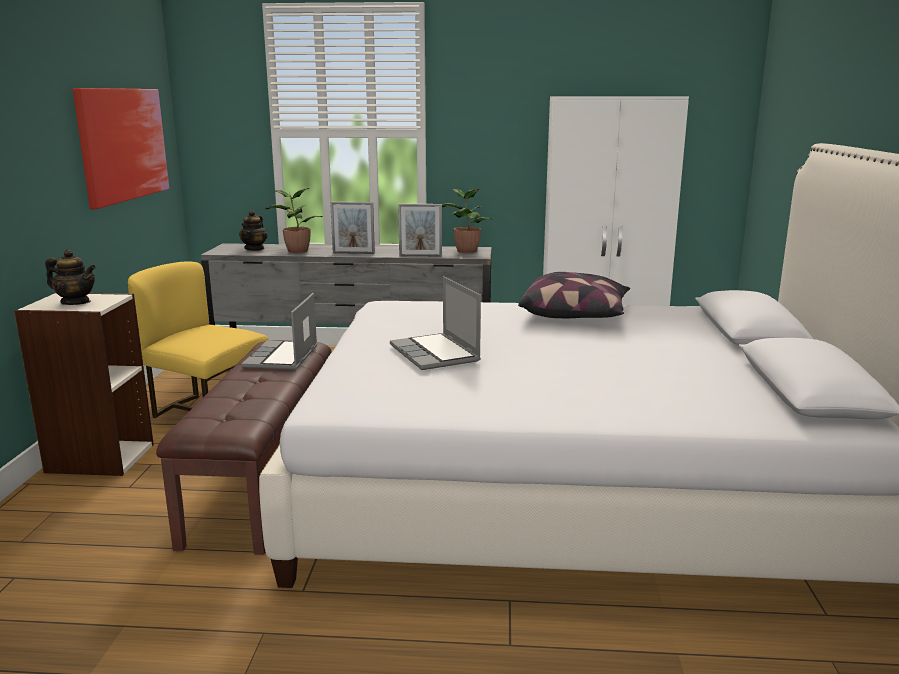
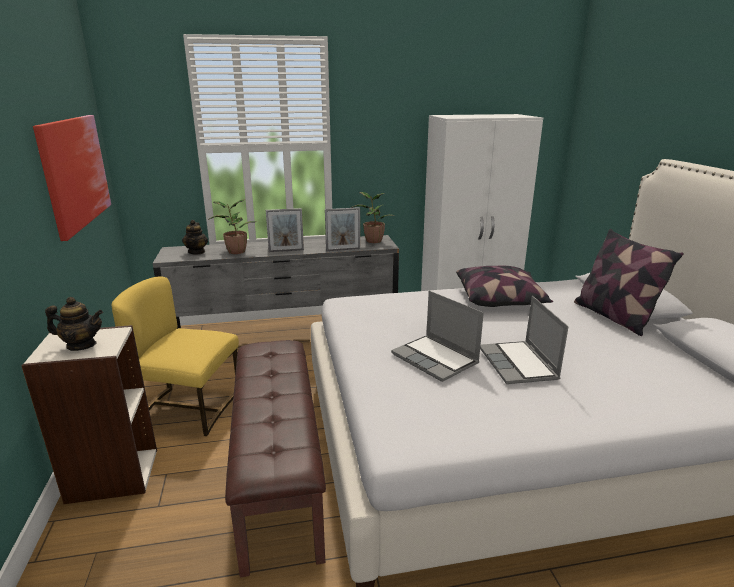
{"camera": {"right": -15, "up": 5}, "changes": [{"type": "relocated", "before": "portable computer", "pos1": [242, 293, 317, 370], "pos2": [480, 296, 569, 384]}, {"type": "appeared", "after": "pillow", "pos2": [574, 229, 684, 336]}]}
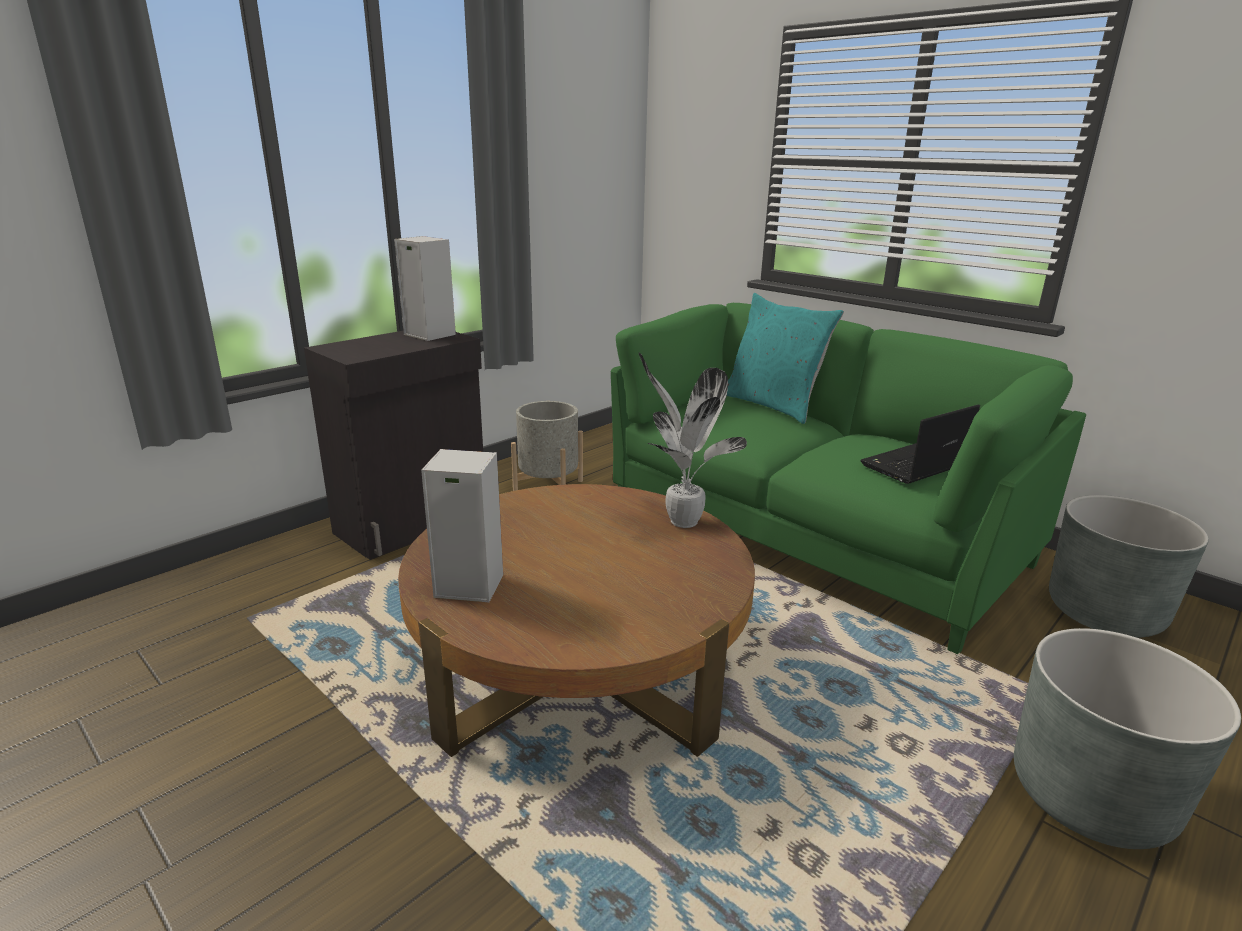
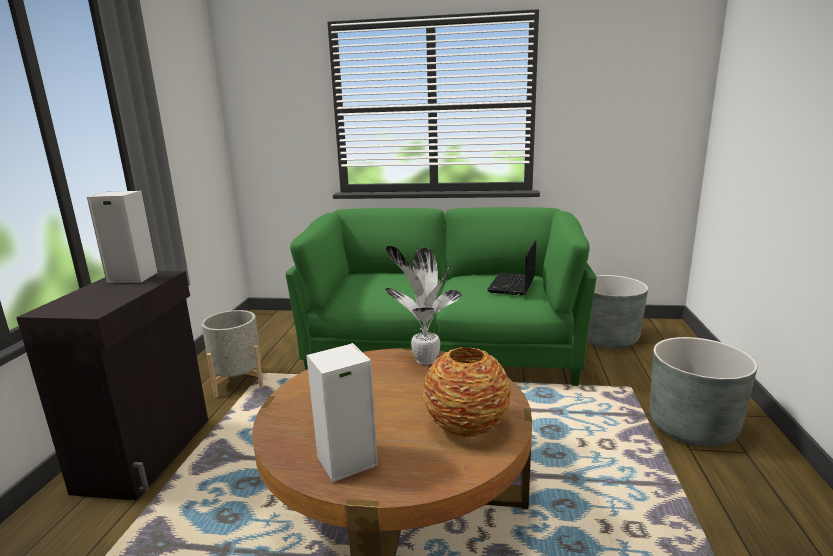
{"camera": {"right": -35, "up": -5}, "changes": [{"type": "missing", "before": "pillow/blue-green", "pos1": [727, 293, 844, 424]}, {"type": "appeared", "after": "flower vase", "pos2": [423, 347, 511, 437]}]}
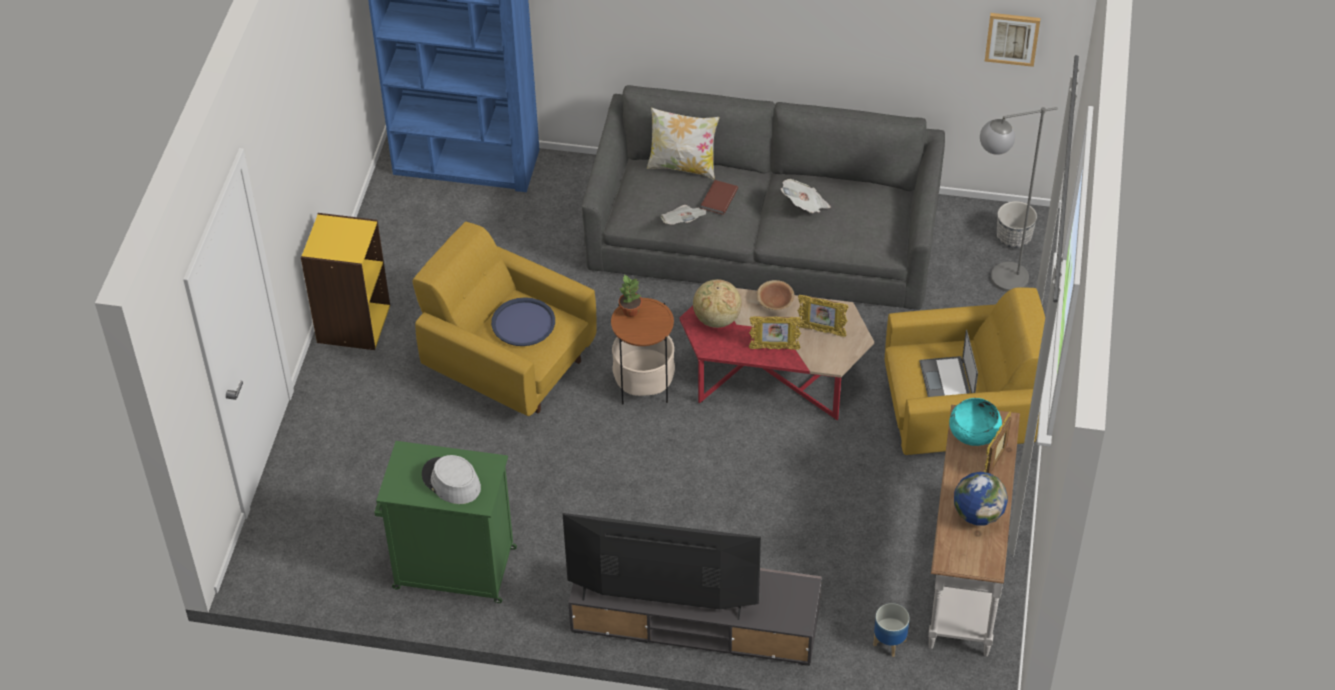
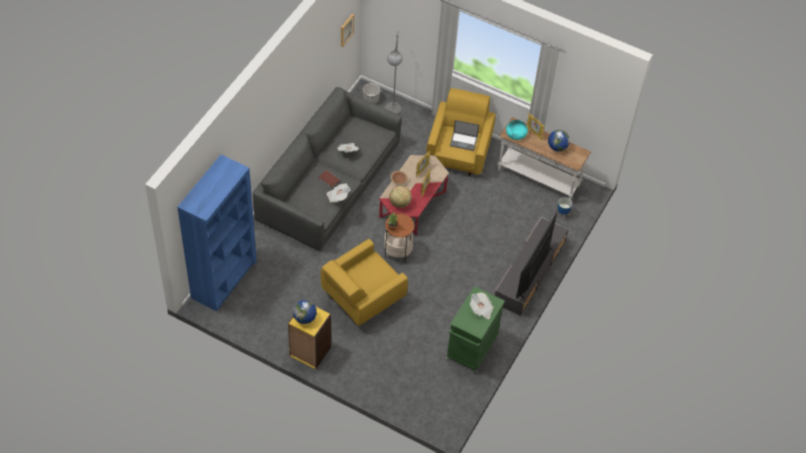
{"camera": {"right": -75, "up": 5}, "changes": [{"type": "exchanged", "before": "wearable hat/gray", "after": "printed paper", "pos1": [422, 455, 481, 504], "pos2": [470, 292, 494, 319]}, {"type": "missing", "before": "tray/bluish", "pos1": [491, 297, 555, 346]}, {"type": "missing", "before": "pillow", "pos1": [647, 108, 720, 180]}, {"type": "appeared", "after": "desk globe", "pos2": [293, 300, 317, 324]}]}
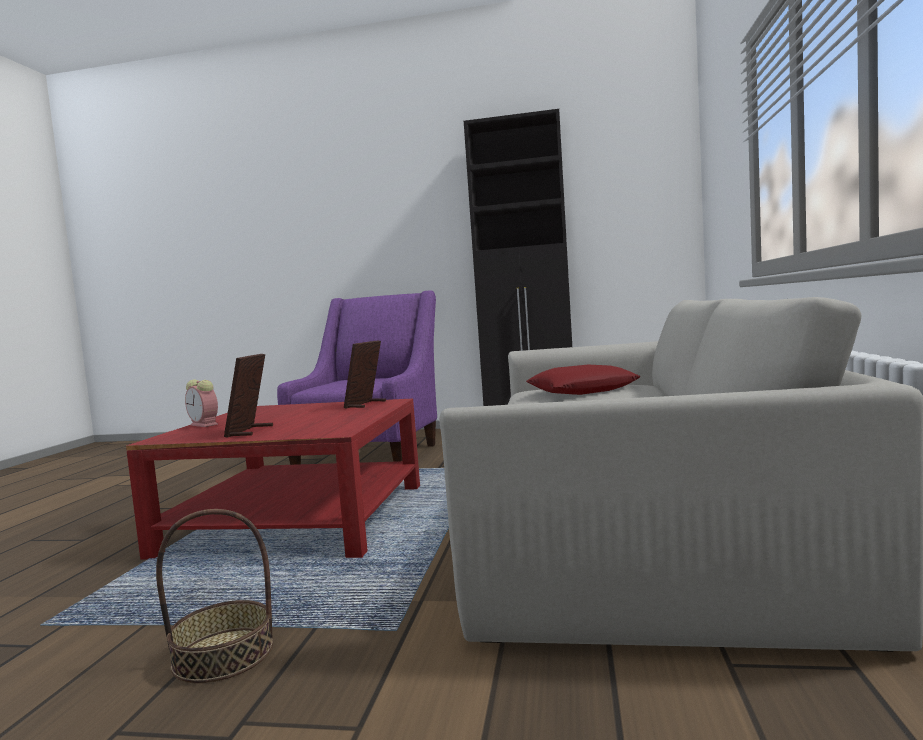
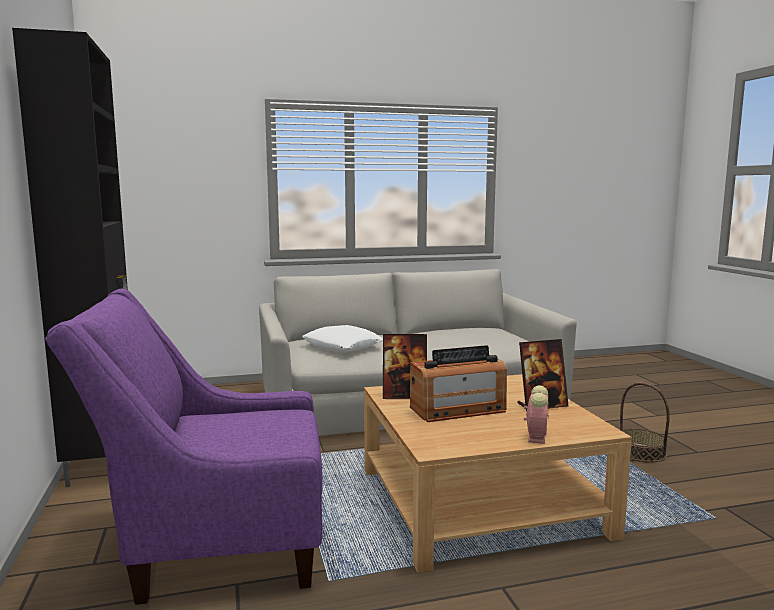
{"camera": {"right": -115, "up": 5}, "changes": [{"type": "colour", "before": "low table/reddish", "after": "low table/sand-coloured", "pos1": [126, 398, 420, 559], "pos2": [364, 374, 632, 573]}, {"type": "colour", "before": "pillow/reddish", "after": "pillow/whitish", "pos1": [526, 365, 641, 395], "pos2": [302, 325, 383, 352]}, {"type": "appeared", "after": "radio set", "pos2": [410, 345, 507, 422]}]}
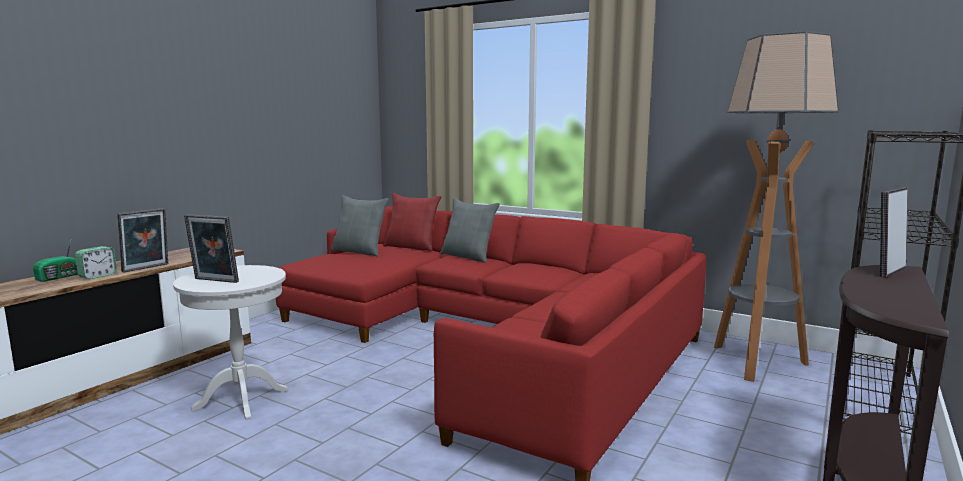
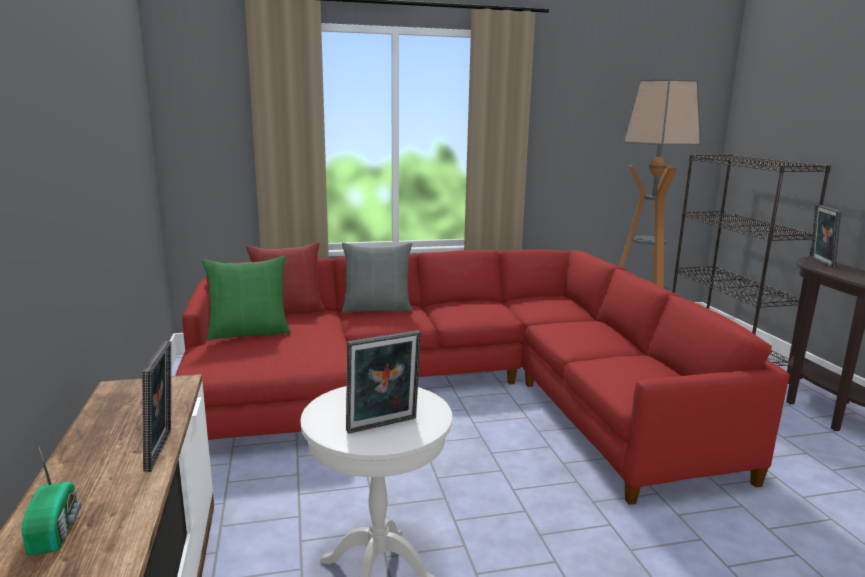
{"camera": {"right": -45, "up": 5}, "changes": [{"type": "missing", "before": "bedside clock", "pos1": [75, 246, 117, 279]}, {"type": "colour", "before": "pillow/gray", "after": "pillow/green-coloured", "pos1": [331, 195, 389, 256], "pos2": [202, 256, 291, 341]}]}
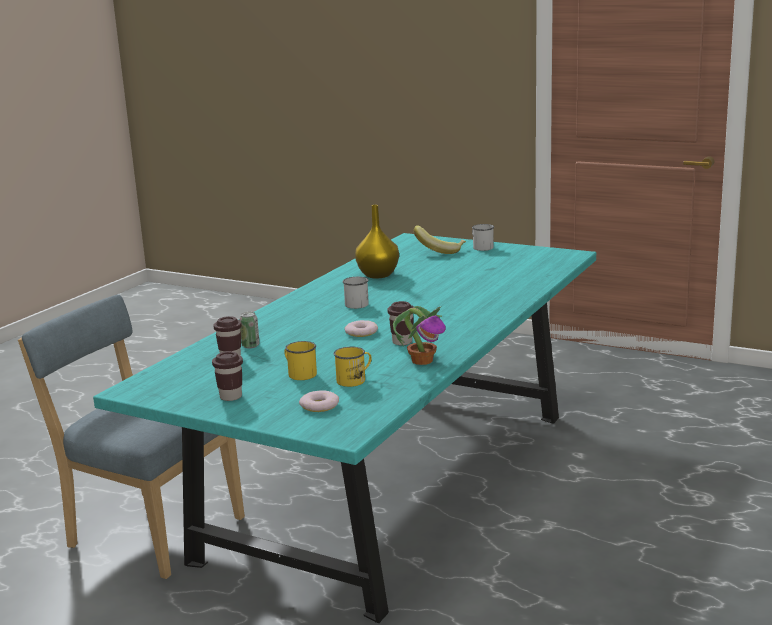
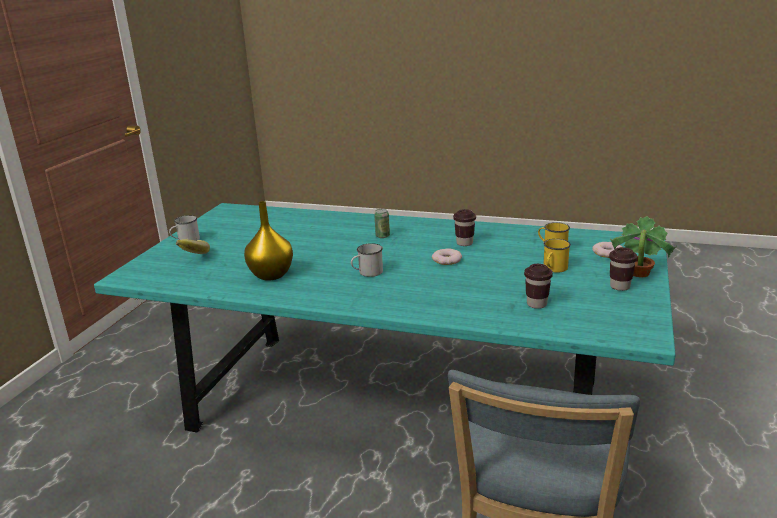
{"camera": {"right": -100, "up": 5}, "changes": [{"type": "relocated", "before": "can", "pos1": [239, 312, 260, 349], "pos2": [374, 209, 390, 238]}, {"type": "relocated", "before": "plant in a pot", "pos1": [393, 306, 446, 365], "pos2": [610, 216, 677, 277]}]}
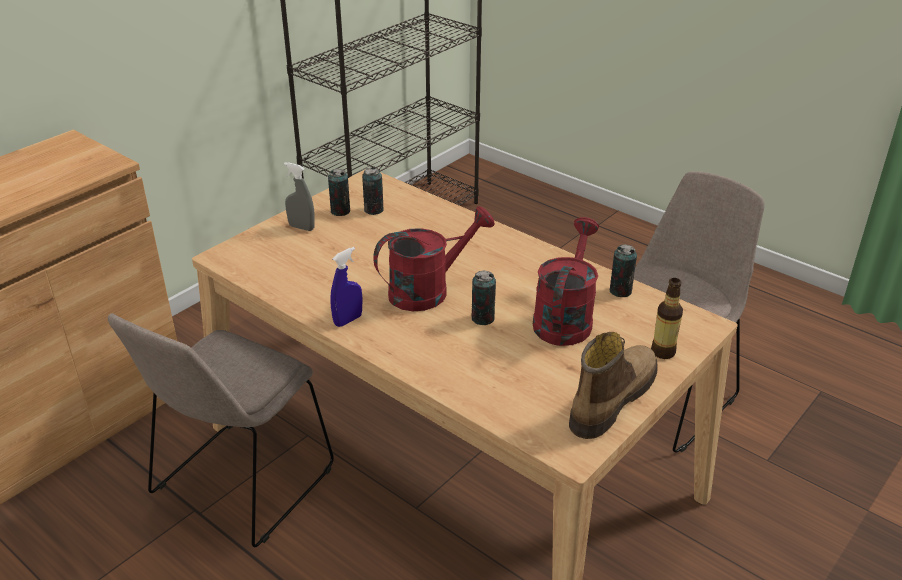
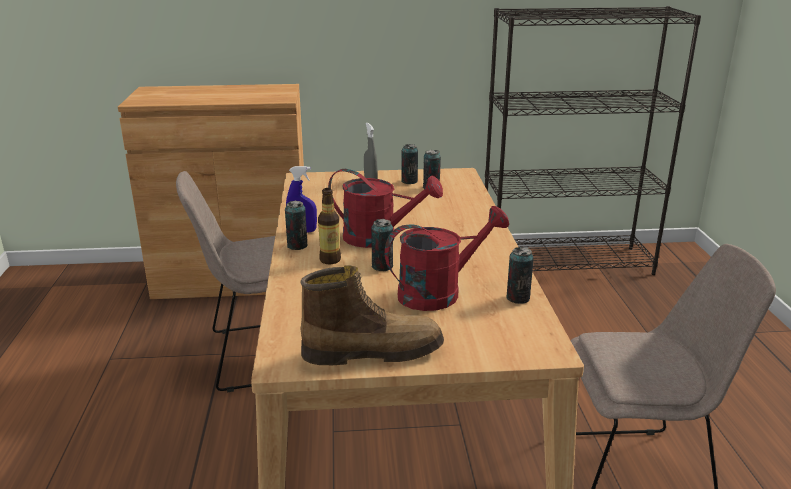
{"camera": {"right": 45, "up": -10}, "changes": [{"type": "relocated", "before": "beverage bottle", "pos1": [651, 278, 683, 359], "pos2": [318, 188, 341, 264]}, {"type": "appeared", "after": "can", "pos2": [285, 201, 308, 250]}]}
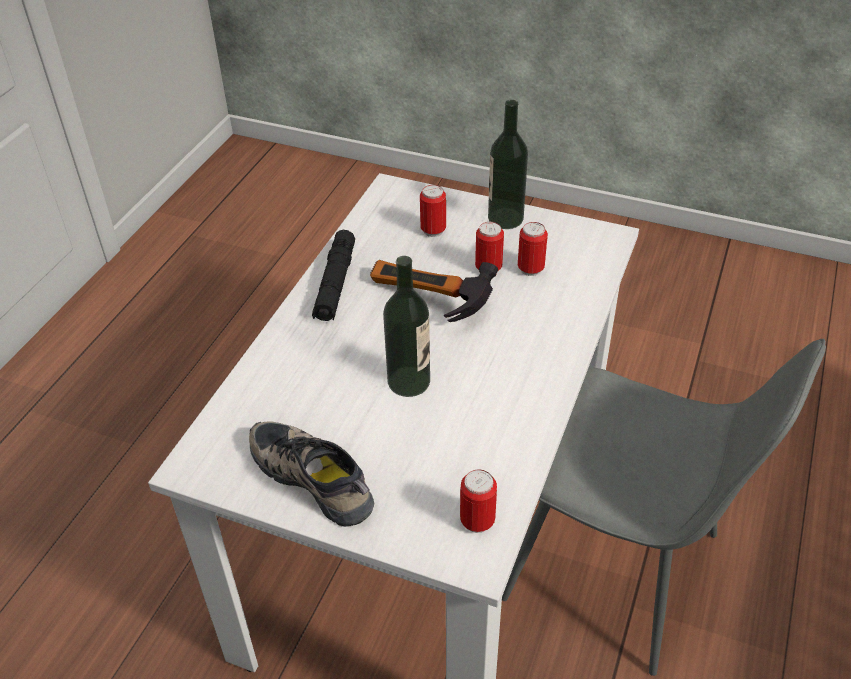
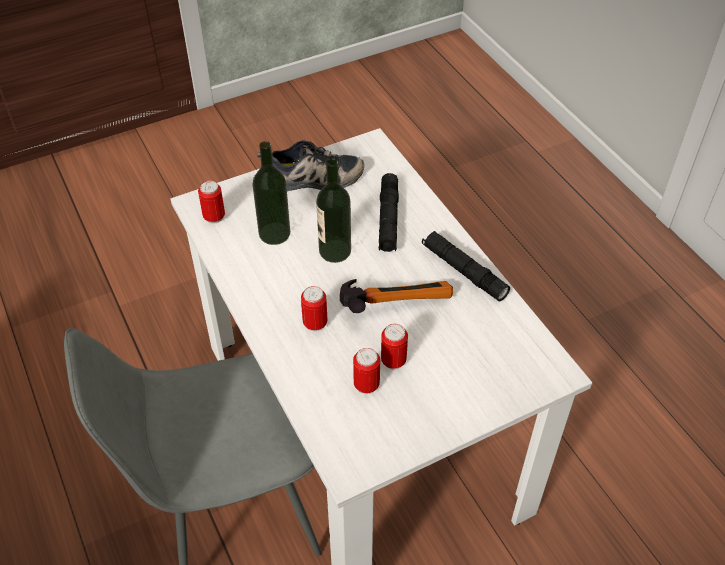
{"camera": {"right": 130, "up": 5}, "changes": [{"type": "relocated", "before": "can", "pos1": [420, 185, 446, 237], "pos2": [301, 286, 327, 331]}, {"type": "relocated", "before": "beverage bottle", "pos1": [488, 100, 528, 229], "pos2": [253, 141, 290, 245]}, {"type": "appeared", "after": "hand torch/black", "pos2": [379, 173, 399, 252]}]}
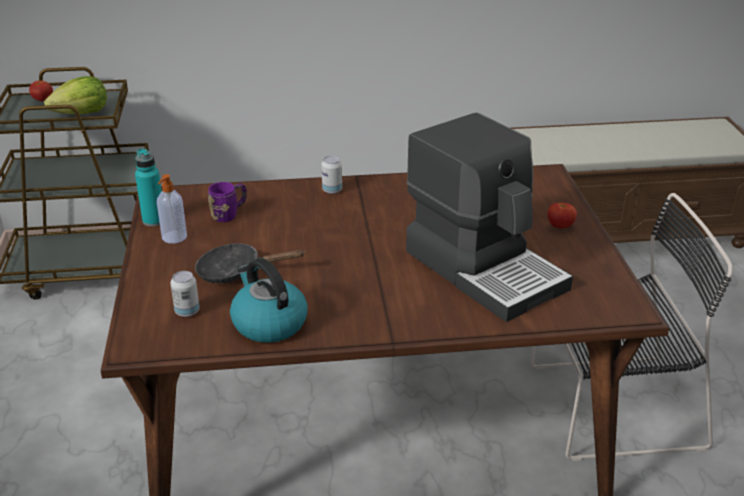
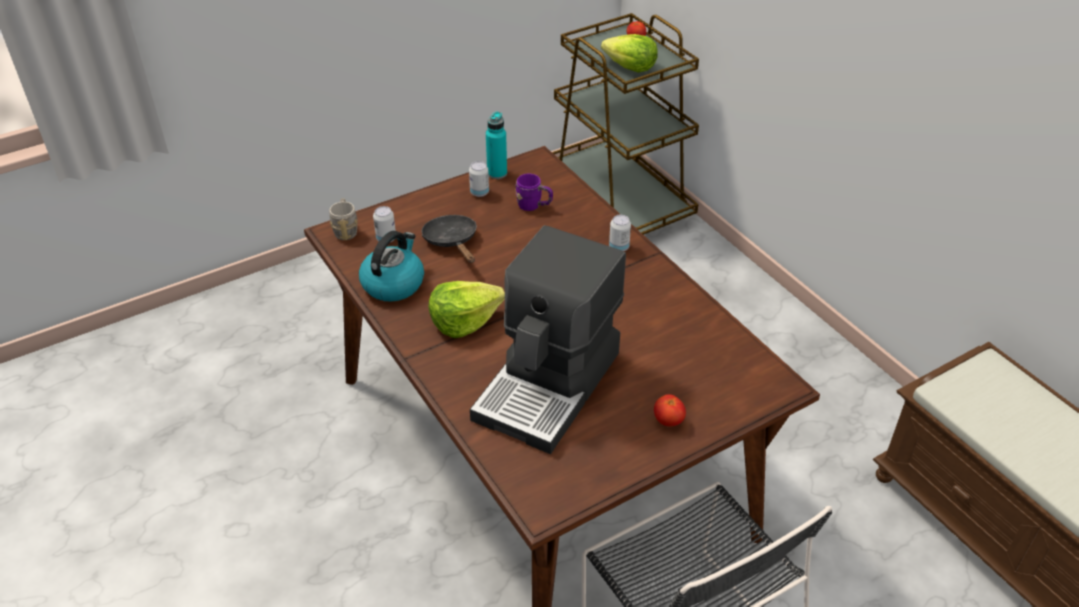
{"camera": {"right": 65, "up": 10}, "changes": [{"type": "exchanged", "before": "liquid soap bottle", "after": "can", "pos1": [157, 174, 187, 244], "pos2": [469, 161, 489, 197]}, {"type": "appeared", "after": "mug/gray", "pos2": [329, 198, 358, 240]}, {"type": "appeared", "after": "head of lettuce", "pos2": [429, 281, 505, 338]}]}
